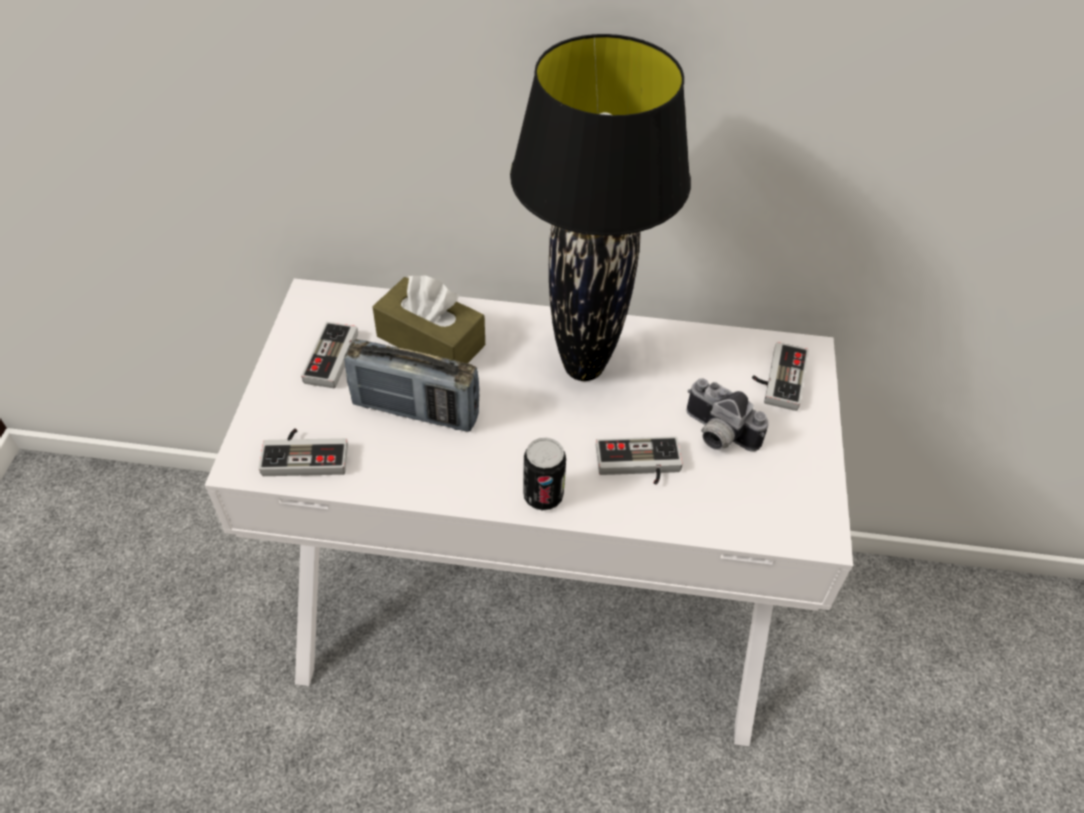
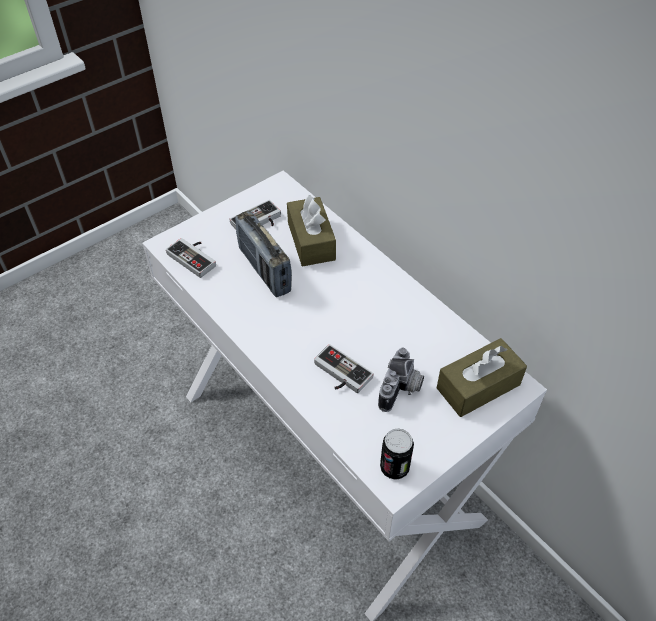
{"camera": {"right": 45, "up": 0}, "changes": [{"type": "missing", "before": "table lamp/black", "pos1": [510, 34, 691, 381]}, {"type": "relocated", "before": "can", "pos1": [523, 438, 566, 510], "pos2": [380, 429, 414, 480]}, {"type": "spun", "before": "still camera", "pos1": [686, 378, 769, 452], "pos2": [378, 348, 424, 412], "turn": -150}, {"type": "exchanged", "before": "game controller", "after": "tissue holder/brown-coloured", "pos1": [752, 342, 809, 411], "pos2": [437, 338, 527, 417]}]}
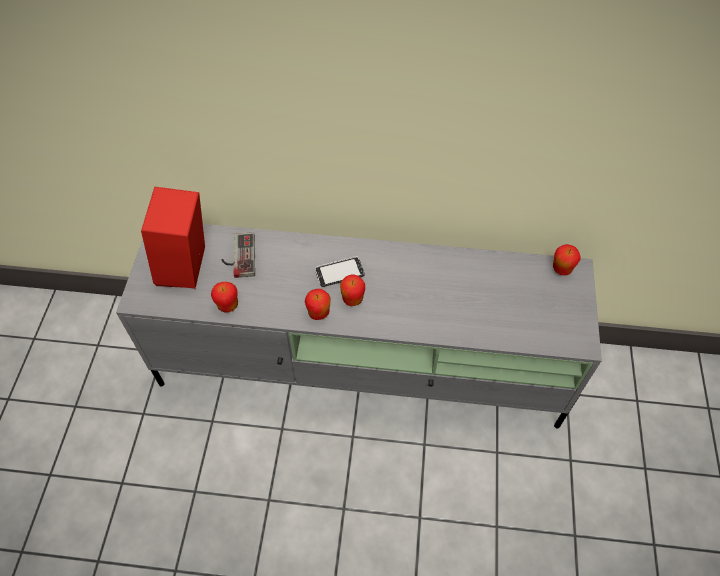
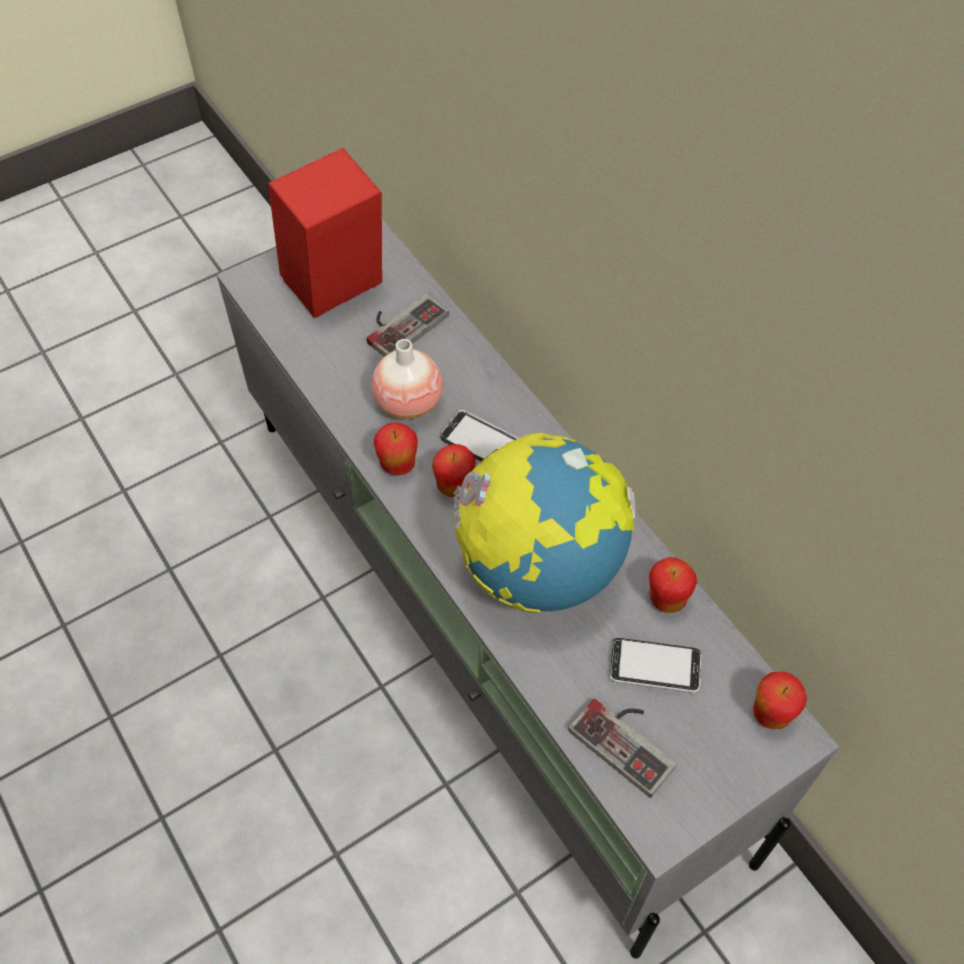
{"camera": {"right": 50, "up": 0}, "changes": [{"type": "relocated", "before": "whole apple", "pos1": [211, 282, 238, 312], "pos2": [649, 557, 697, 613]}, {"type": "appeared", "after": "flower vase", "pos2": [372, 339, 443, 419]}, {"type": "appeared", "after": "desk globe", "pos2": [453, 433, 636, 613]}, {"type": "appeared", "after": "game controller", "pos2": [568, 699, 676, 798]}, {"type": "appeared", "after": "phone", "pos2": [610, 638, 701, 693]}]}
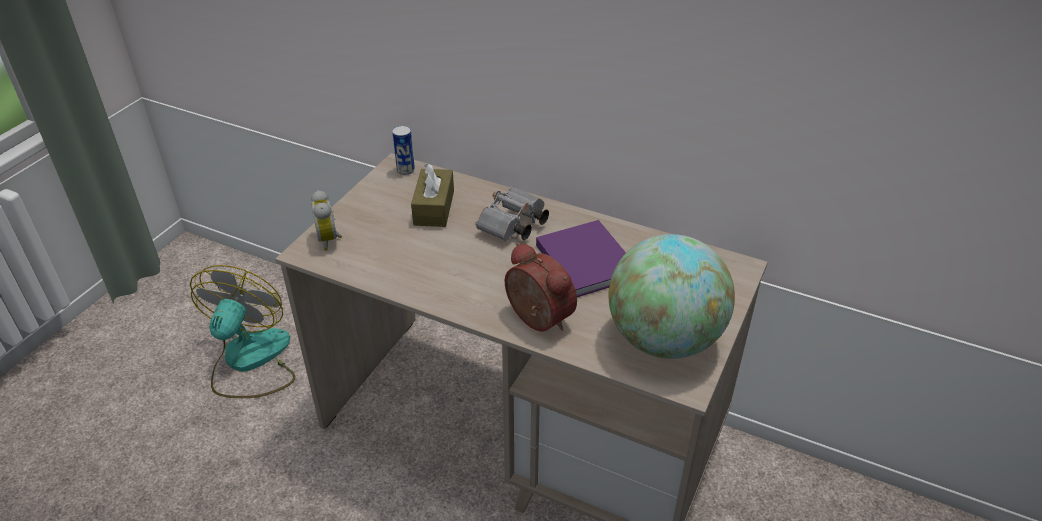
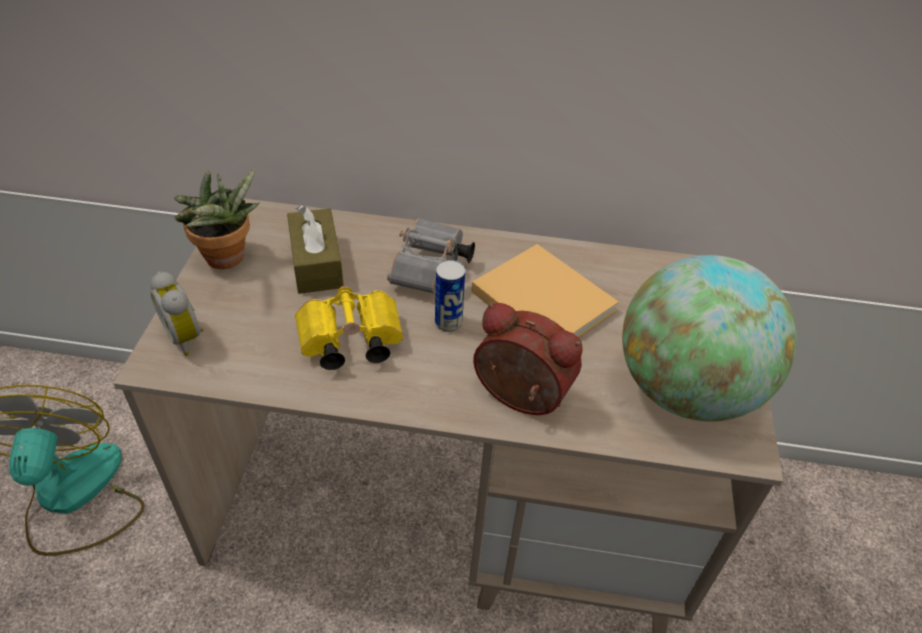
{"camera": {"right": -20, "up": 5}, "changes": [{"type": "relocated", "before": "can", "pos1": [392, 125, 415, 175], "pos2": [435, 260, 465, 332]}, {"type": "colour", "before": "book/purple-coloured", "after": "book/sand-coloured", "pos1": [536, 220, 626, 297], "pos2": [471, 244, 619, 338]}, {"type": "appeared", "after": "plant in a pot", "pos2": [174, 168, 260, 269]}, {"type": "appeared", "after": "binoculars/yellowish", "pos2": [295, 286, 403, 370]}]}
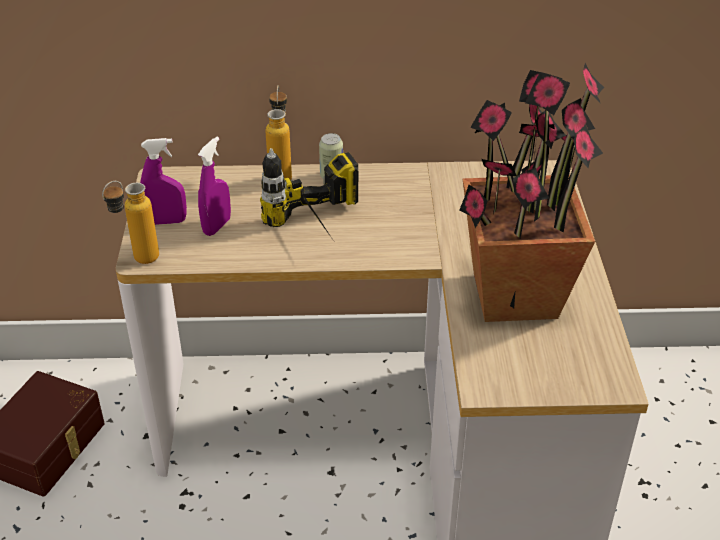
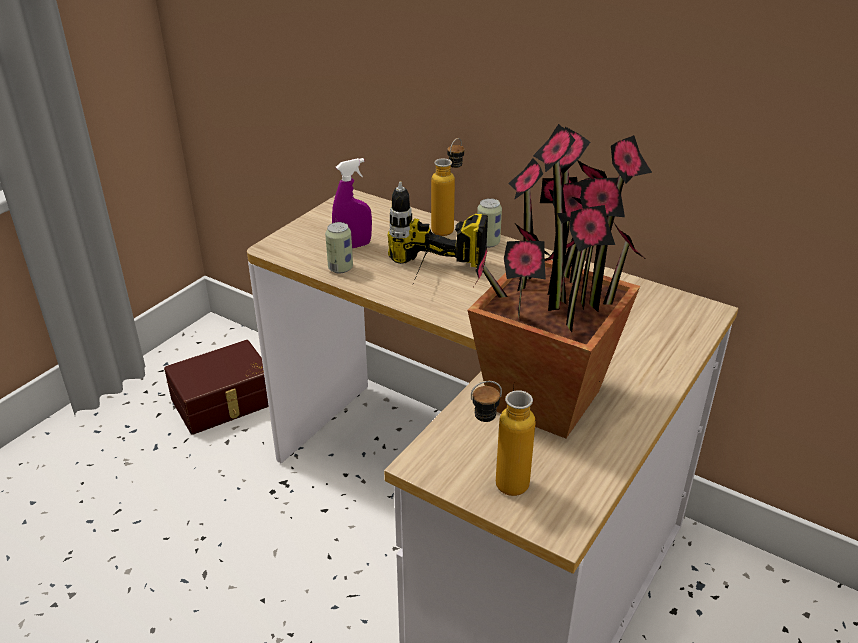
{"camera": {"right": 35, "up": -5}, "changes": [{"type": "relocated", "before": "beverage bottle", "pos1": [102, 181, 159, 264], "pos2": [471, 381, 535, 496]}, {"type": "missing", "before": "sprayer/purple-coloured", "pos1": [140, 138, 187, 225]}, {"type": "appeared", "after": "can", "pos2": [325, 222, 353, 273]}]}
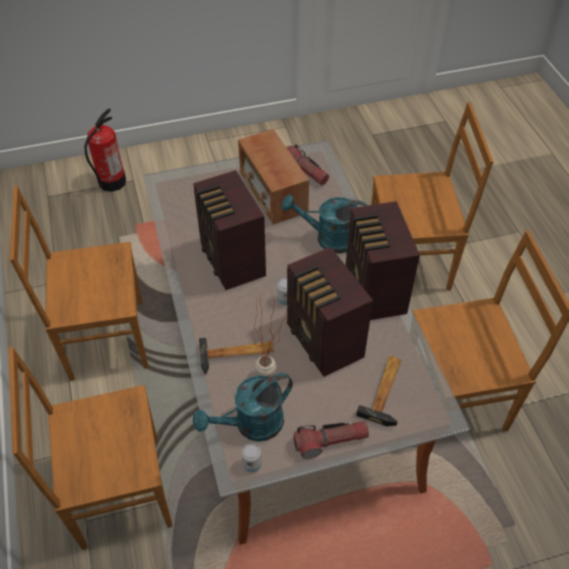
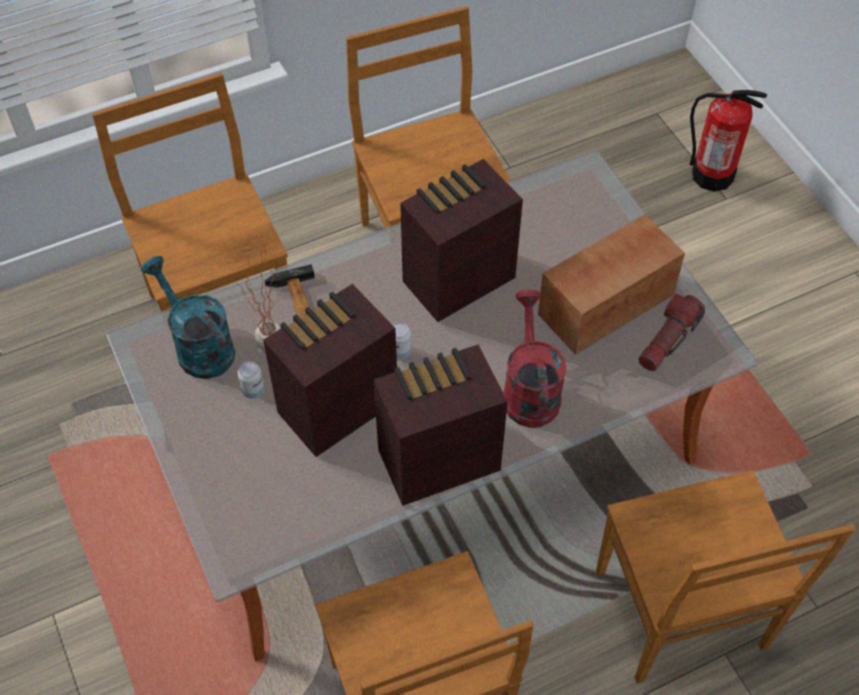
{"camera": {"right": 80, "up": 5}, "changes": [{"type": "relocated", "before": "can", "pos1": [242, 443, 261, 473], "pos2": [238, 361, 264, 399]}, {"type": "colour", "before": "watering pot/blue-green", "after": "watering pot/reddish", "pos1": [281, 195, 368, 253], "pos2": [503, 290, 567, 428]}, {"type": "missing", "before": "hand torch", "pos1": [293, 421, 369, 459]}, {"type": "missing", "before": "hammer", "pos1": [356, 356, 401, 426]}]}
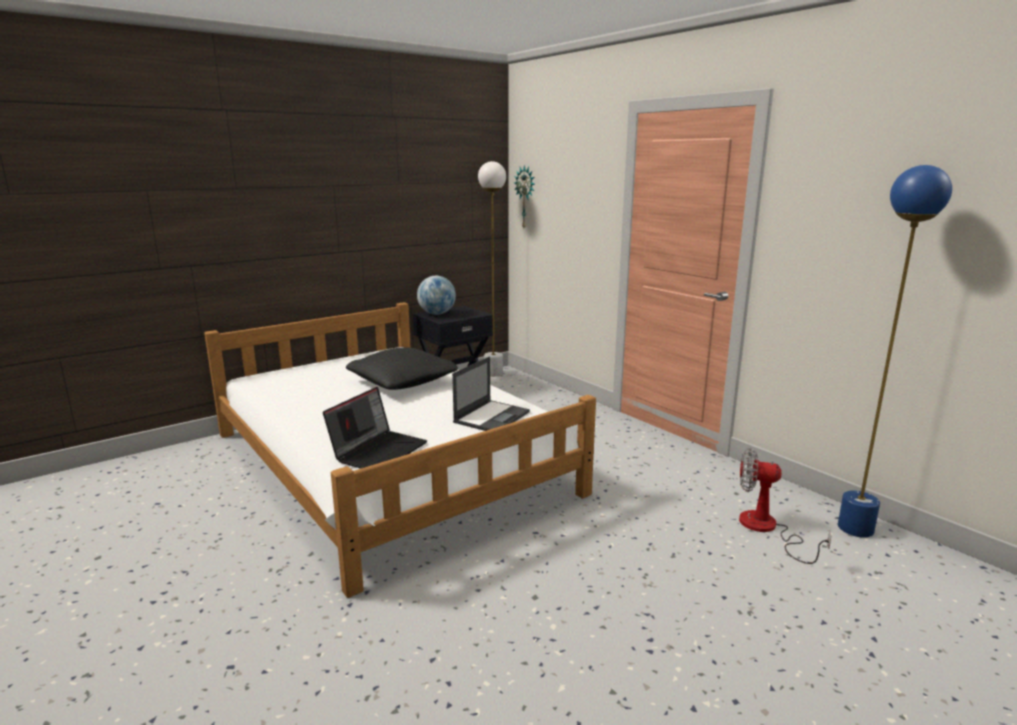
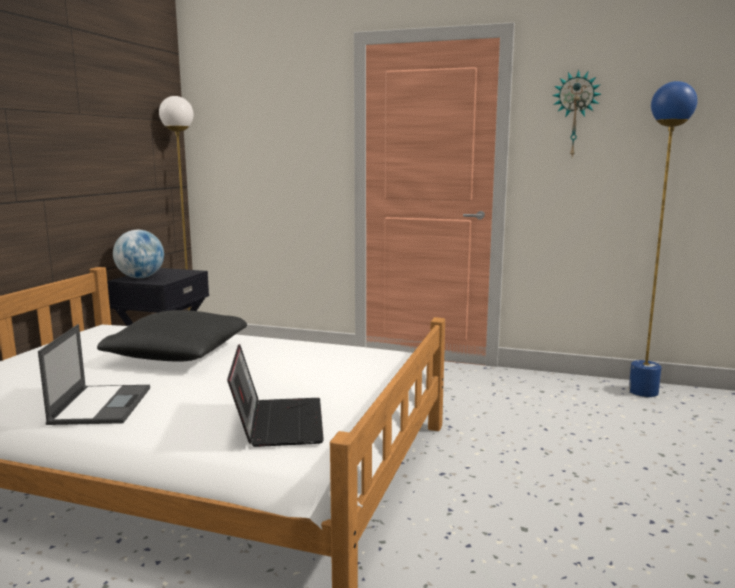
{"camera": {"right": -35, "up": -5}, "changes": [{"type": "relocated", "before": "portable computer", "pos1": [452, 356, 530, 431], "pos2": [38, 324, 150, 425]}, {"type": "relocated", "before": "wall clock", "pos1": [514, 165, 535, 228], "pos2": [552, 70, 601, 157]}, {"type": "missing", "before": "cooling fan", "pos1": [739, 448, 831, 564]}]}
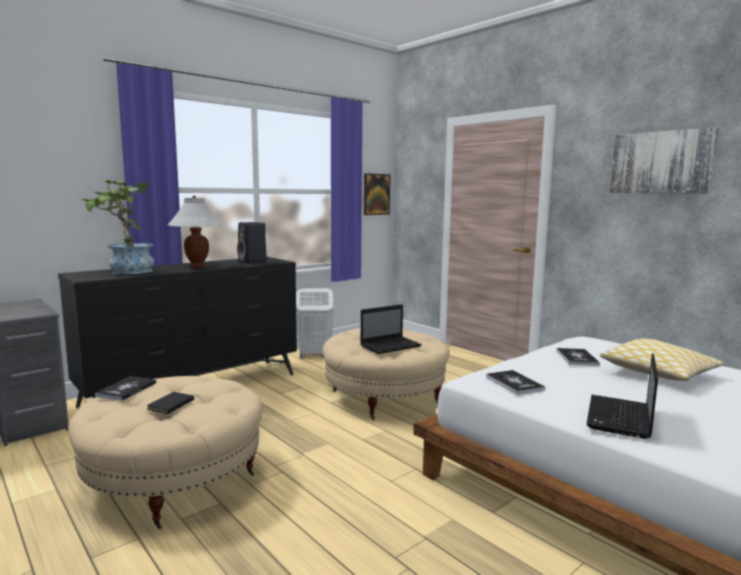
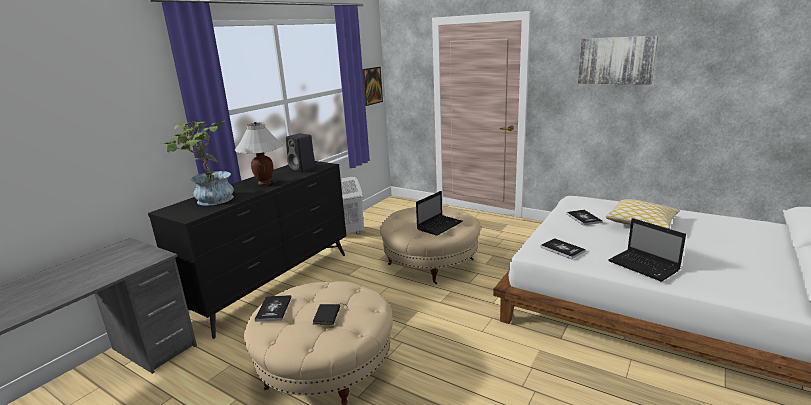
{"camera": {"right": -15, "up": 10}, "changes": [{"type": "spun", "before": "portable computer", "pos1": [586, 353, 658, 439], "pos2": [608, 218, 686, 282], "turn": -45}]}
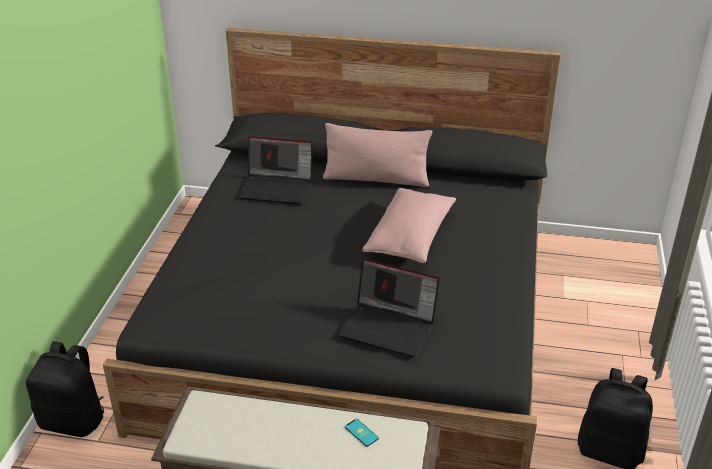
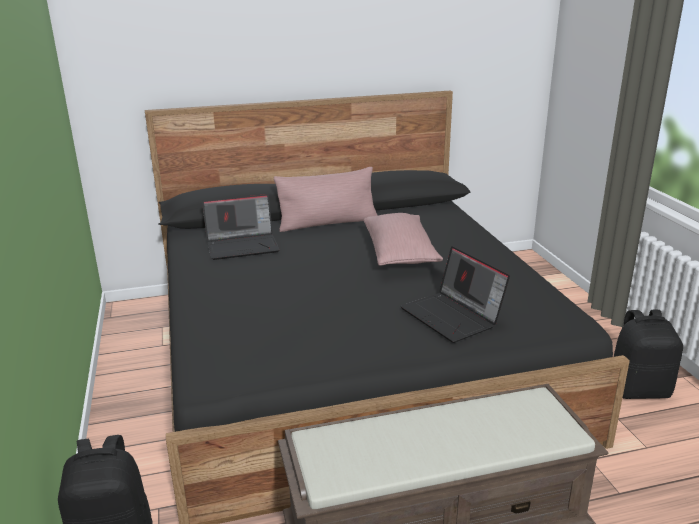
{"camera": {"right": -25, "up": -10}, "changes": [{"type": "spun", "before": "portable computer", "pos1": [338, 259, 439, 357], "pos2": [400, 246, 510, 343], "turn": 60}, {"type": "missing", "before": "phone", "pos1": [345, 419, 379, 447]}]}
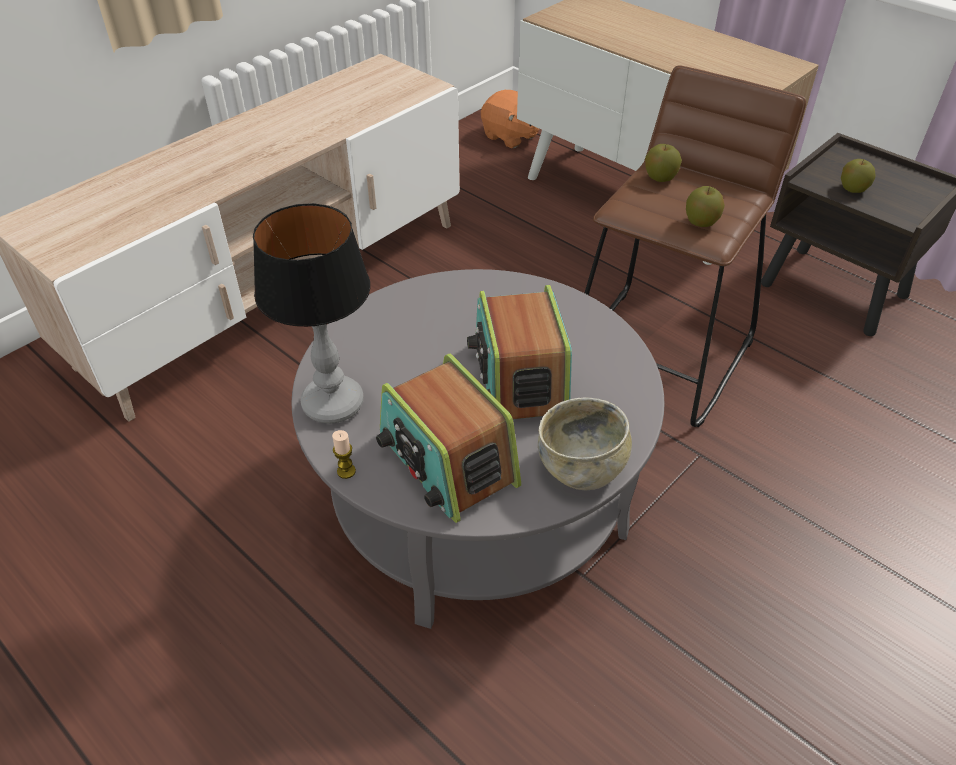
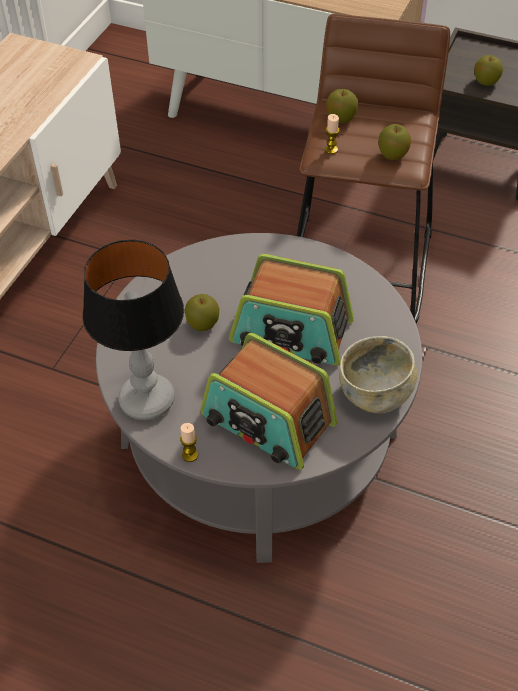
{"camera": {"right": -20, "up": 5}, "changes": [{"type": "spun", "before": "radio set", "pos1": [467, 285, 572, 419], "pos2": [229, 254, 354, 365], "turn": -45}, {"type": "missing", "before": "cuddly toy/orange-coloured", "pos1": [481, 90, 539, 148]}, {"type": "appeared", "after": "whole apple", "pos2": [184, 294, 219, 331]}, {"type": "appeared", "after": "wax candle", "pos2": [325, 114, 340, 154]}]}
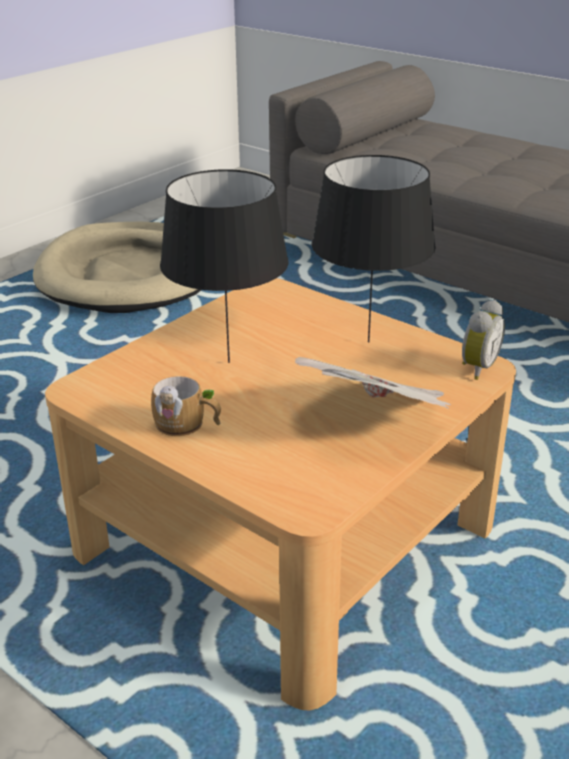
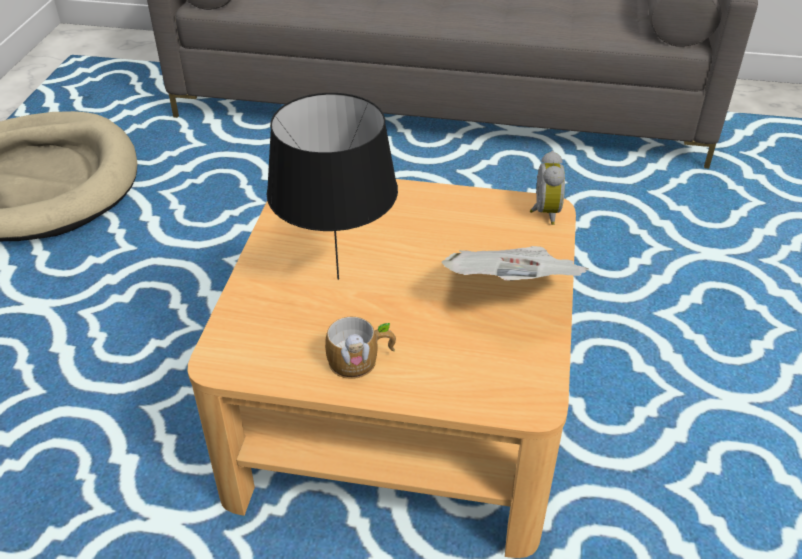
{"camera": {"right": -30, "up": 10}, "changes": [{"type": "missing", "before": "table lamp/black", "pos1": [311, 155, 436, 343]}]}
